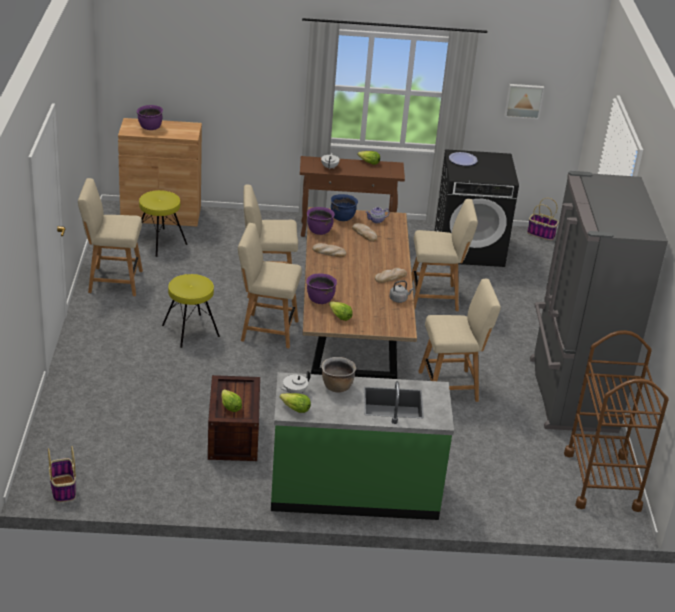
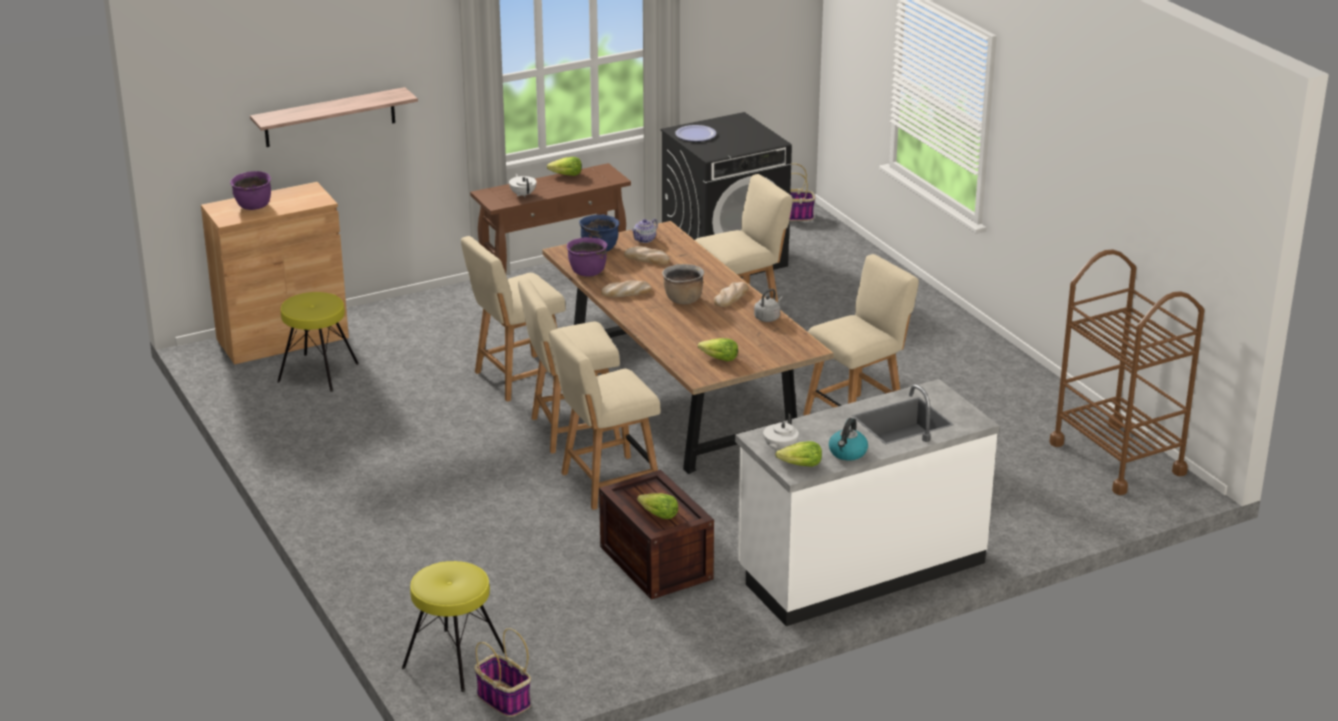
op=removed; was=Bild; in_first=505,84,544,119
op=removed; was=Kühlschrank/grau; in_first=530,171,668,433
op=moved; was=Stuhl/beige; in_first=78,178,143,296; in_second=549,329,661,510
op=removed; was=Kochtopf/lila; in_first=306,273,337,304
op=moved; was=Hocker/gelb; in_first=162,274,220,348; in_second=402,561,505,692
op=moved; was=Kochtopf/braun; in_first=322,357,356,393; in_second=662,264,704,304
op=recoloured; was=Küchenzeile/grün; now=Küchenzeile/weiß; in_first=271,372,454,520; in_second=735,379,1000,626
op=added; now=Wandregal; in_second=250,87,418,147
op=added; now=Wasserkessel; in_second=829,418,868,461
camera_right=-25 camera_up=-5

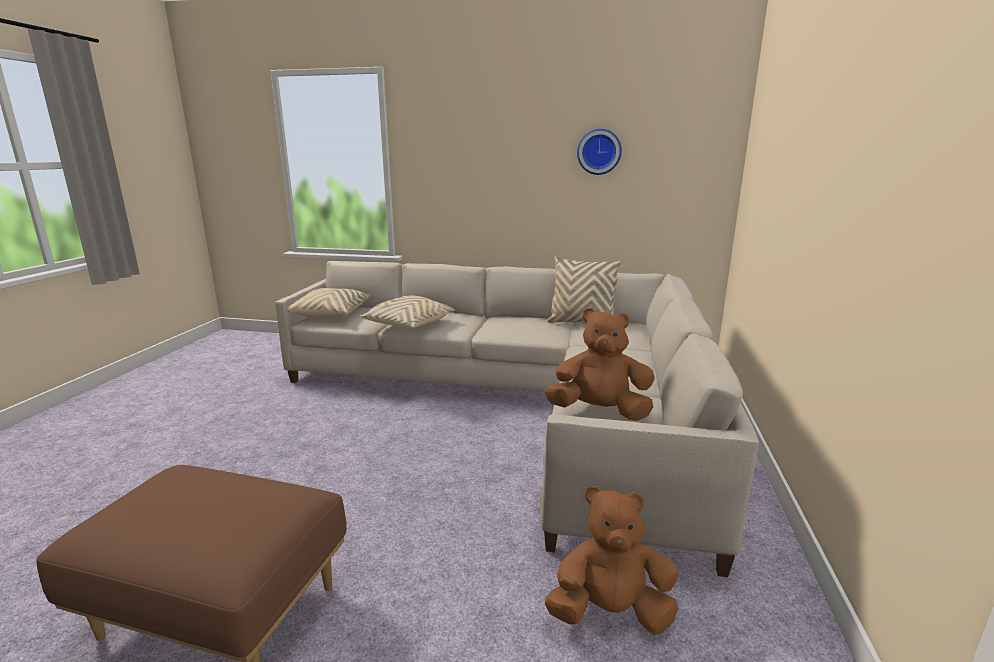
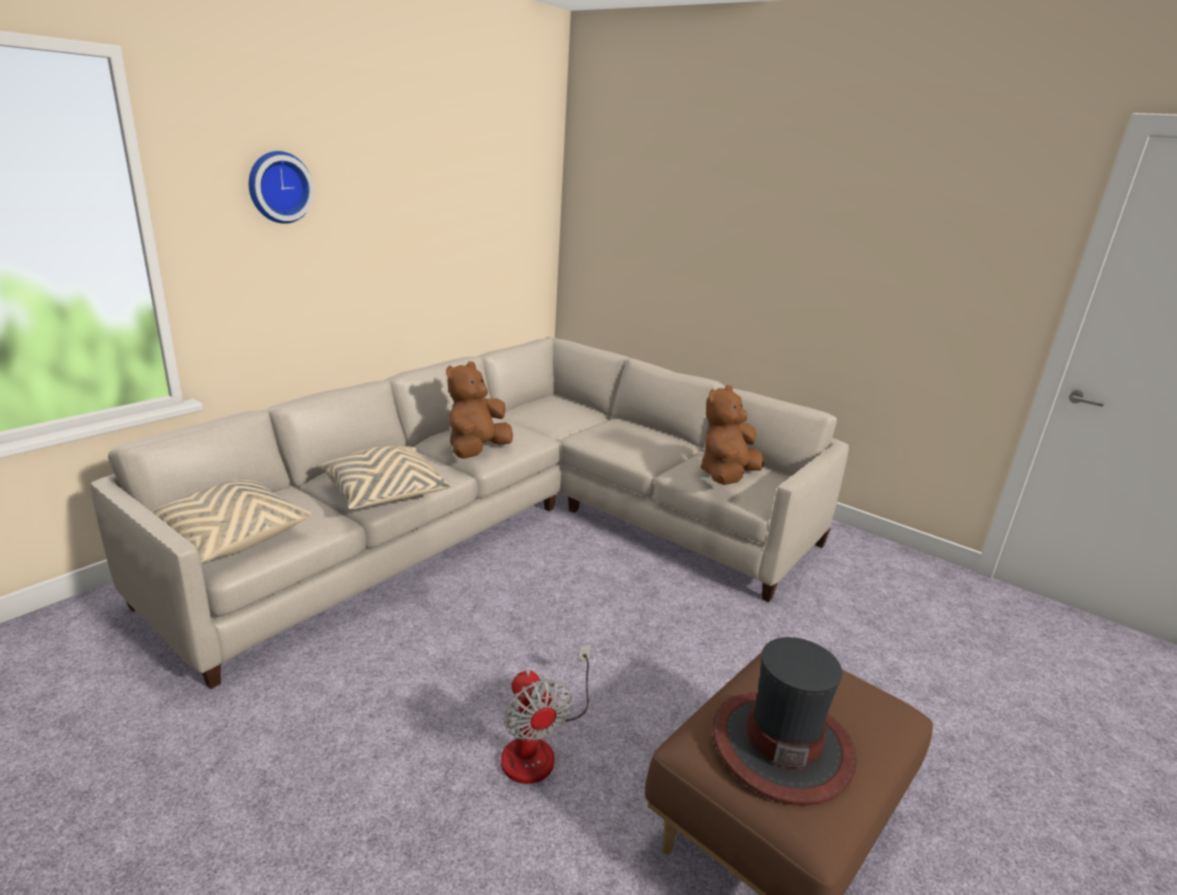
op=moved; was=Wanduhr; in_first=577,129,622,175; in_second=249,151,314,224
op=removed; was=Kissen/beige; in_first=547,256,621,323
op=moved; was=Plüschtier/braun; in_first=545,486,678,635; in_second=446,361,513,459
op=added; now=Hut; in_second=712,637,857,806
op=added; now=Ventilator; in_second=501,644,591,784
camera_right=-65 camera_up=5

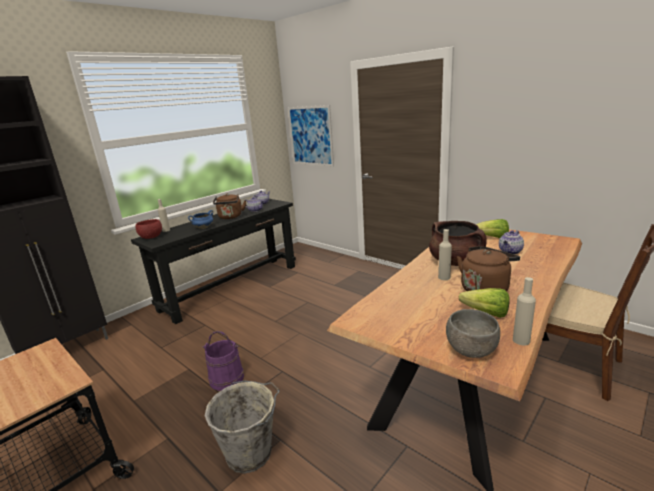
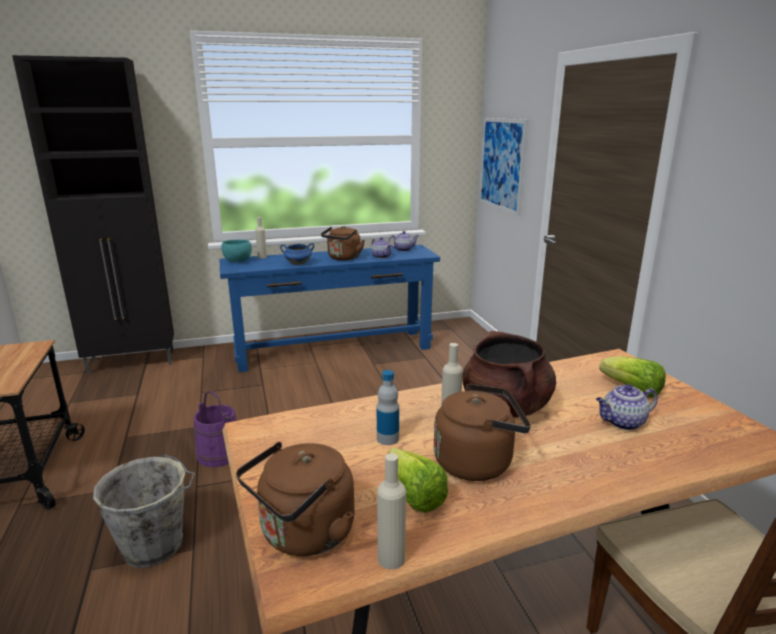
op=recoloured; was=Konsolentisch/schwarz; now=Konsolentisch/blau; in_first=131,199,296,324; in_second=220,245,440,372
op=recoloured; was=Schüssel/rot; now=Schüssel/türkis; in_first=136,219,162,239; in_second=221,240,252,262
op=replaced; was=Schüssel/grau; now=Wasserkessel/braun; in_first=446,309,500,358; in_second=236,442,355,556
op=added; now=Flasche; in_second=377,370,399,445
camera_right=30 camera_up=0

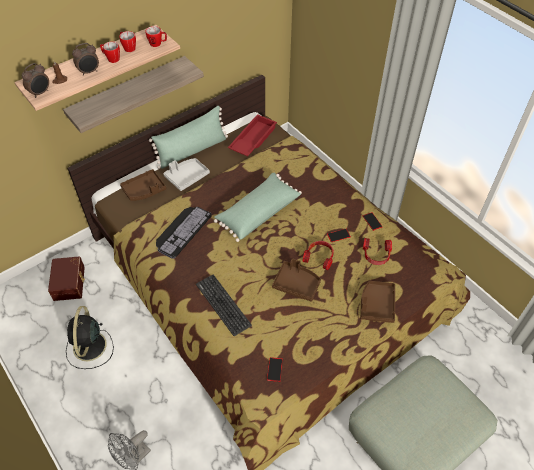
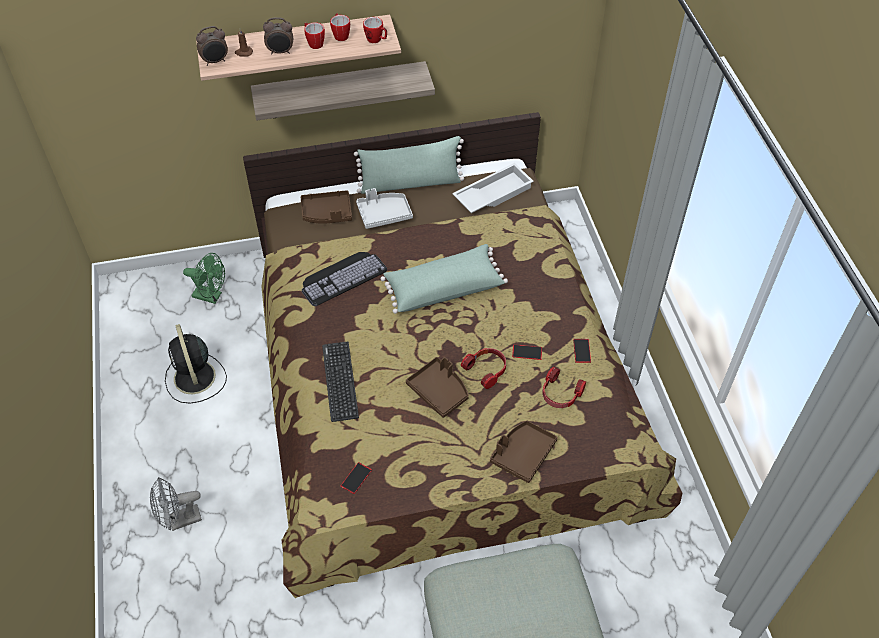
op=recoloured; was=Tablett/rot; now=Tablett/weiß; in_first=228,114,277,156; in_second=453,163,534,213
op=replaced; was=Aufbewahrungsbox/braun; now=Ventilator/grün; in_first=48,256,85,301; in_second=183,253,225,304
op=turned; was=Ventilator/schwarz; in_first=66,306,114,369; in_second=165,324,227,404; clockwise=-45
camera_right=25 camera_up=0

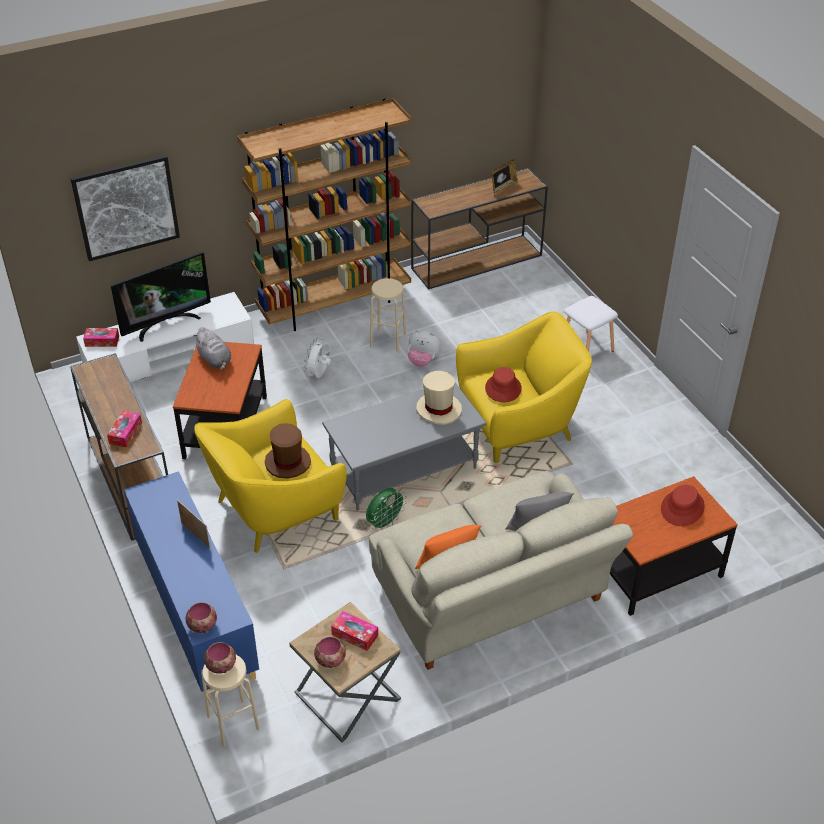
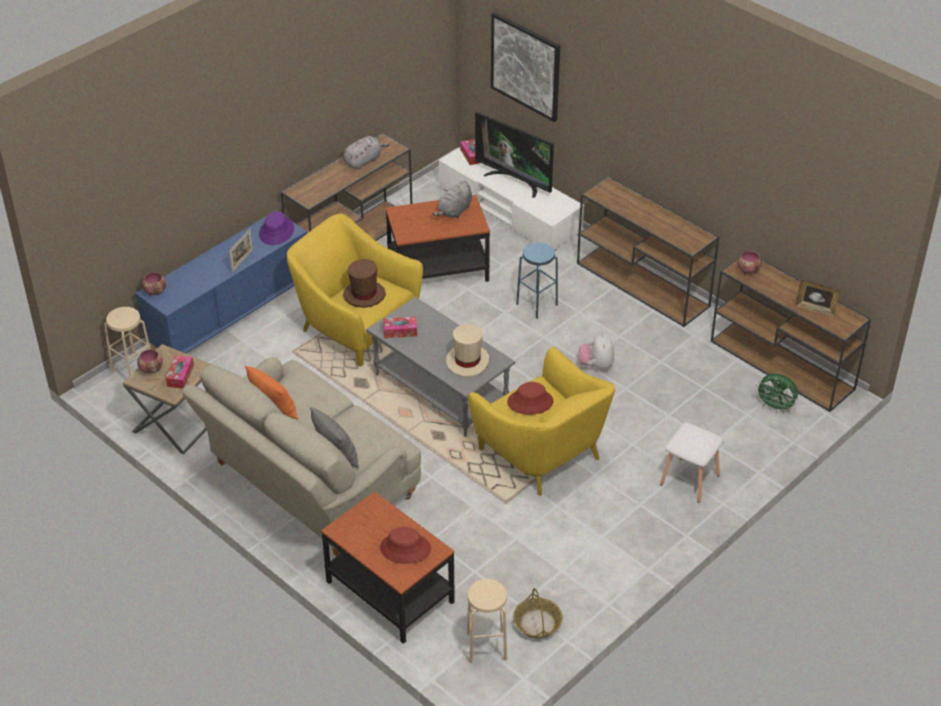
op=replaced; was=Bücherregal/braun; now=Konsolentisch/braun; in_first=237,98,411,331; in_second=577,176,719,327
op=moved; was=Hocker/beige; in_first=370,278,406,352; in_second=467,579,507,663
op=replaced; was=Ventilator/weiß; now=Hocker/blau; in_first=304,339,331,378; in_second=516,242,558,318
op=moved; was=Taschentuchbox; in_first=107,411,142,447; in_second=383,317,417,338
op=moved; was=Ventilator/grün; in_first=366,488,407,530; in_second=755,374,798,413
op=moved; was=Schüssel; in_first=204,642,236,674; in_second=737,251,762,274
op=added; now=Plüschtier/grau; in_second=343,136,390,170
op=added; now=Hut/lila; in_second=259,211,294,245
op=added; now=Korb; in_second=513,588,563,639
camera_right=70 camera_up=0

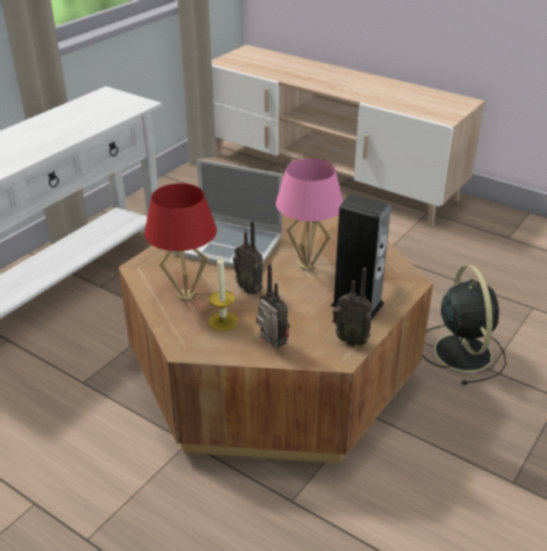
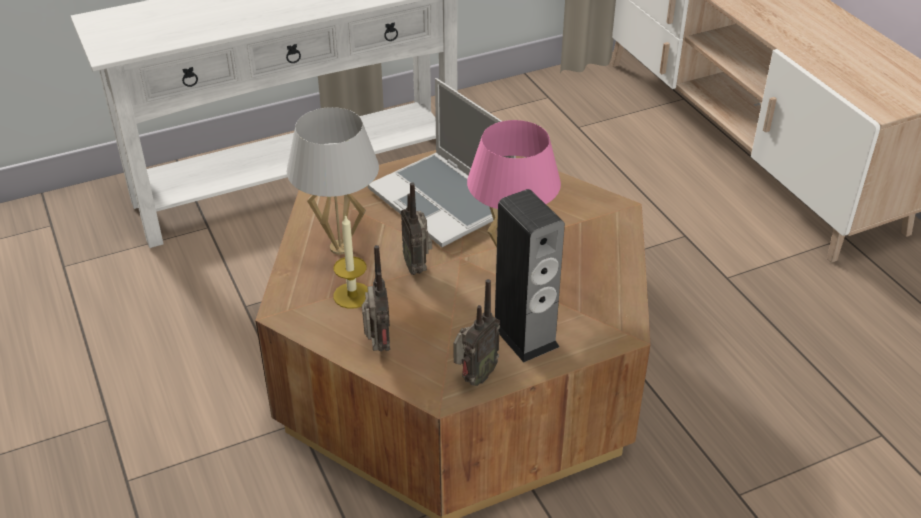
op=recoloured; was=Tischlampe/rot; now=Tischlampe/weiß; in_first=144,183,217,301; in_second=287,107,379,255
op=removed; was=Ventilator/schwarz; in_first=422,265,506,385
op=turned; was=Radio; in_first=332,268,373,347; in_second=454,279,500,386; clockwise=-105
camera_right=30 camera_up=5

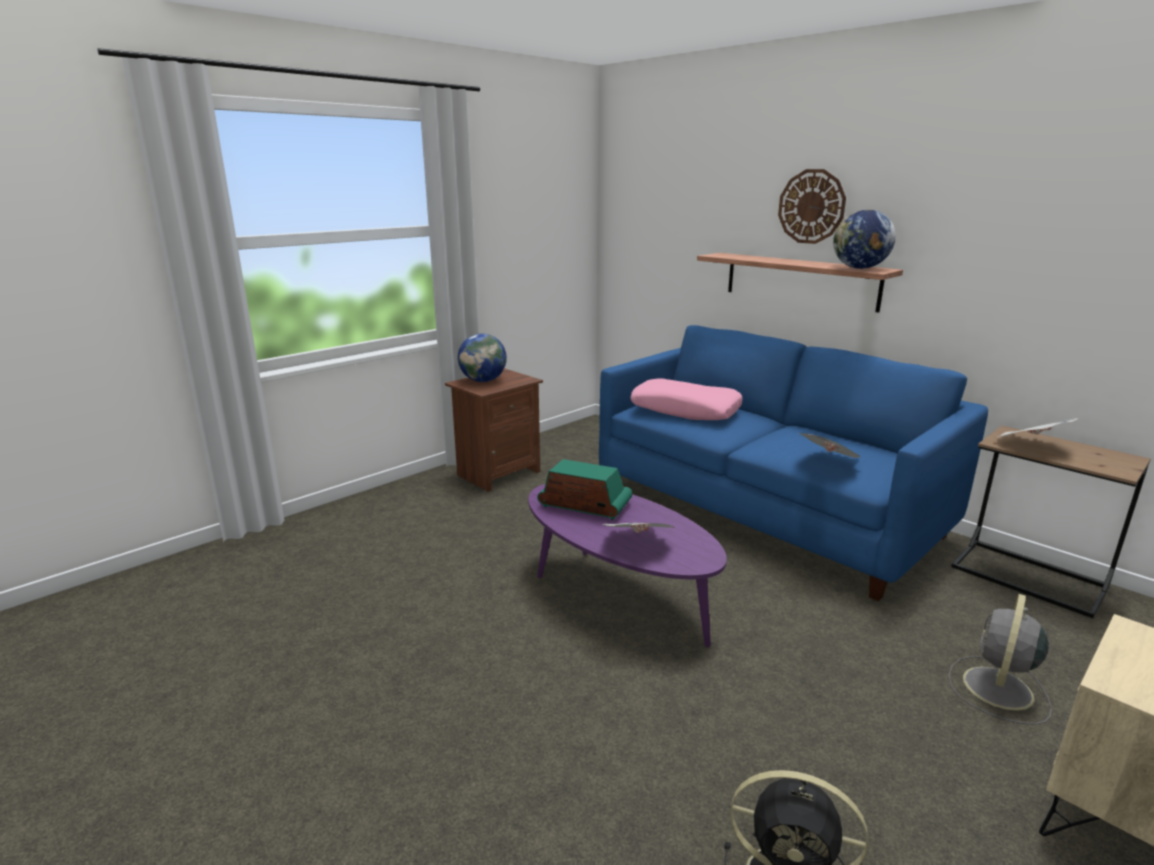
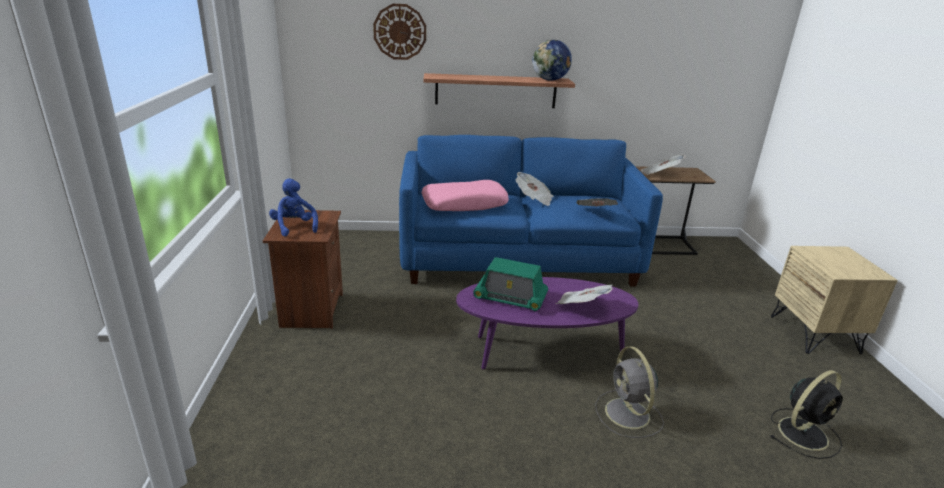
op=moved; was=Wanduhr; in_first=778,169,846,244; in_second=373,4,426,60
op=replaced; was=Globus; now=Plüschtier/blau; in_first=458,333,507,382; in_second=269,179,318,237
op=turned; was=Radio; in_first=537,459,632,520; in_second=473,257,548,311; clockwise=-135
op=moved; was=Ventilator/grau; in_first=948,594,1052,725; in_second=595,347,664,438
op=added; now=Zeitung; in_second=516,172,553,206
camera_right=-50 camera_up=5

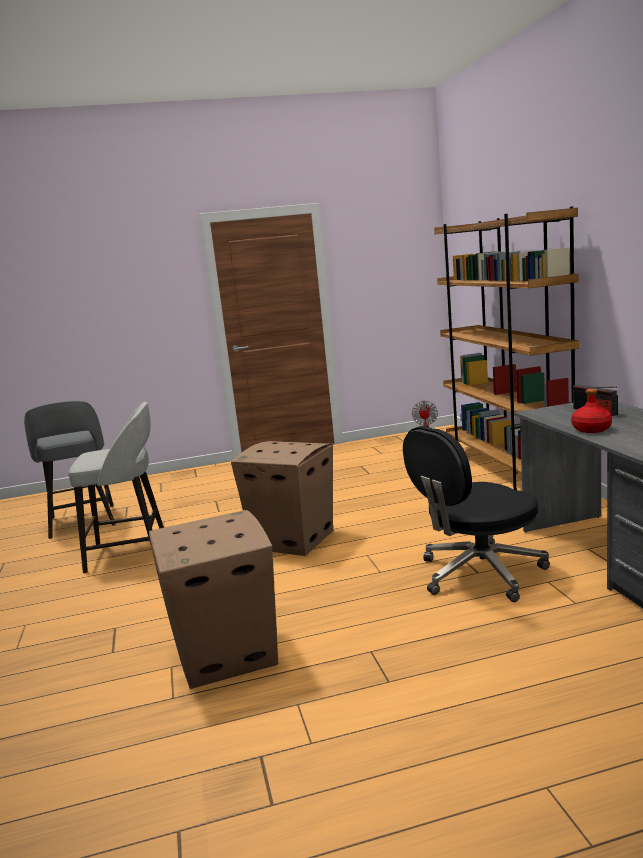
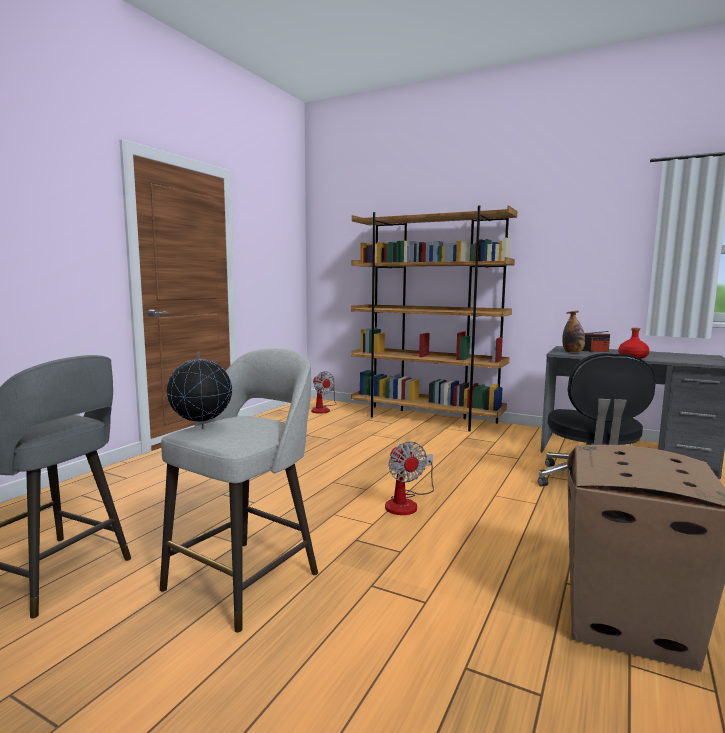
op=replaced; was=Karton; now=Ventilator; in_first=231,441,333,556; in_second=385,441,434,515
op=added; now=Flasche; in_second=562,311,585,353
op=added; now=Globus; in_second=167,352,232,429
camera_right=-50 camera_up=-5

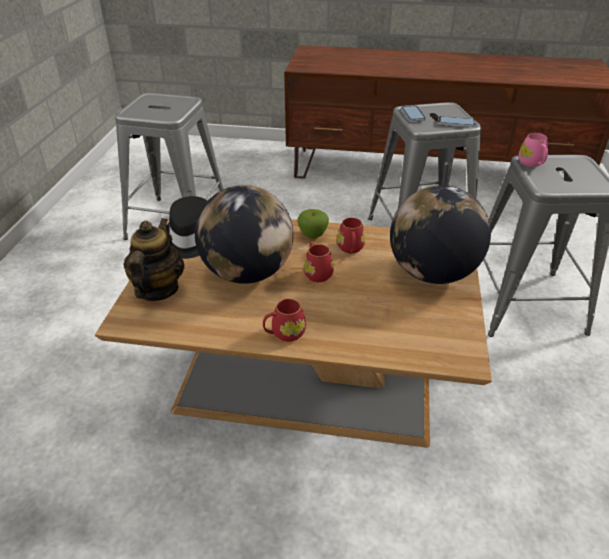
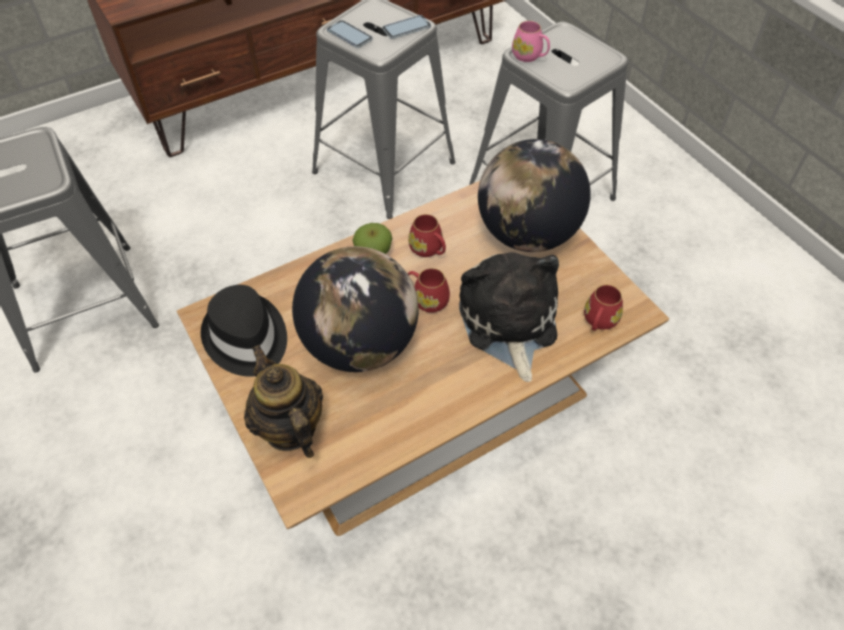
op=moved; was=Henkelbecher/rot; in_first=263,299,306,342; in_second=584,285,623,331
op=added; now=Plüschtier; in_second=459,252,559,382
camera_right=-40 camera_up=15

